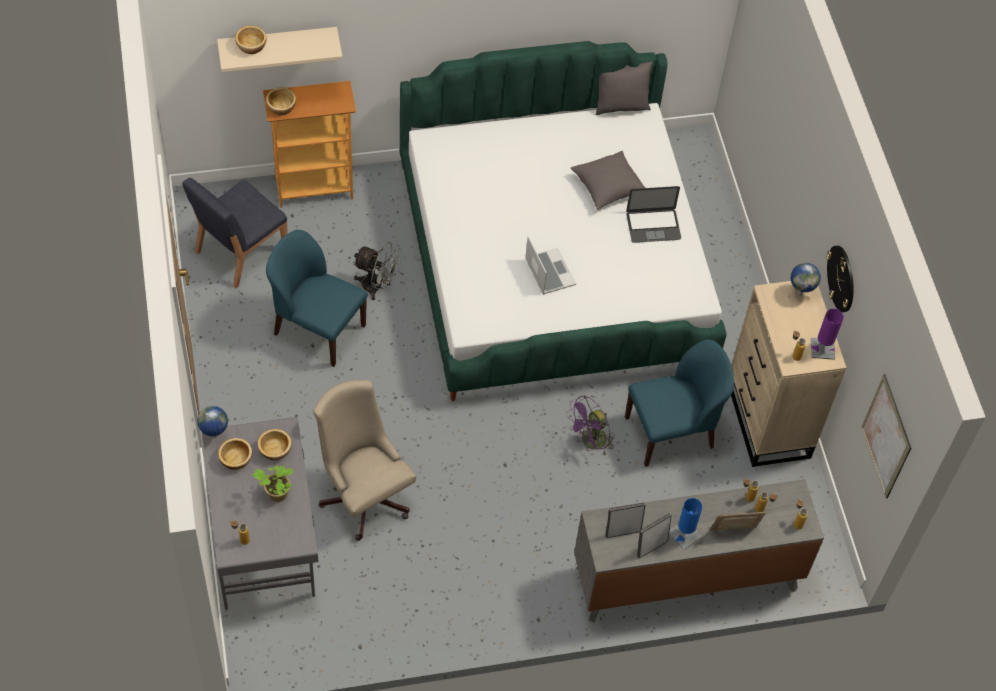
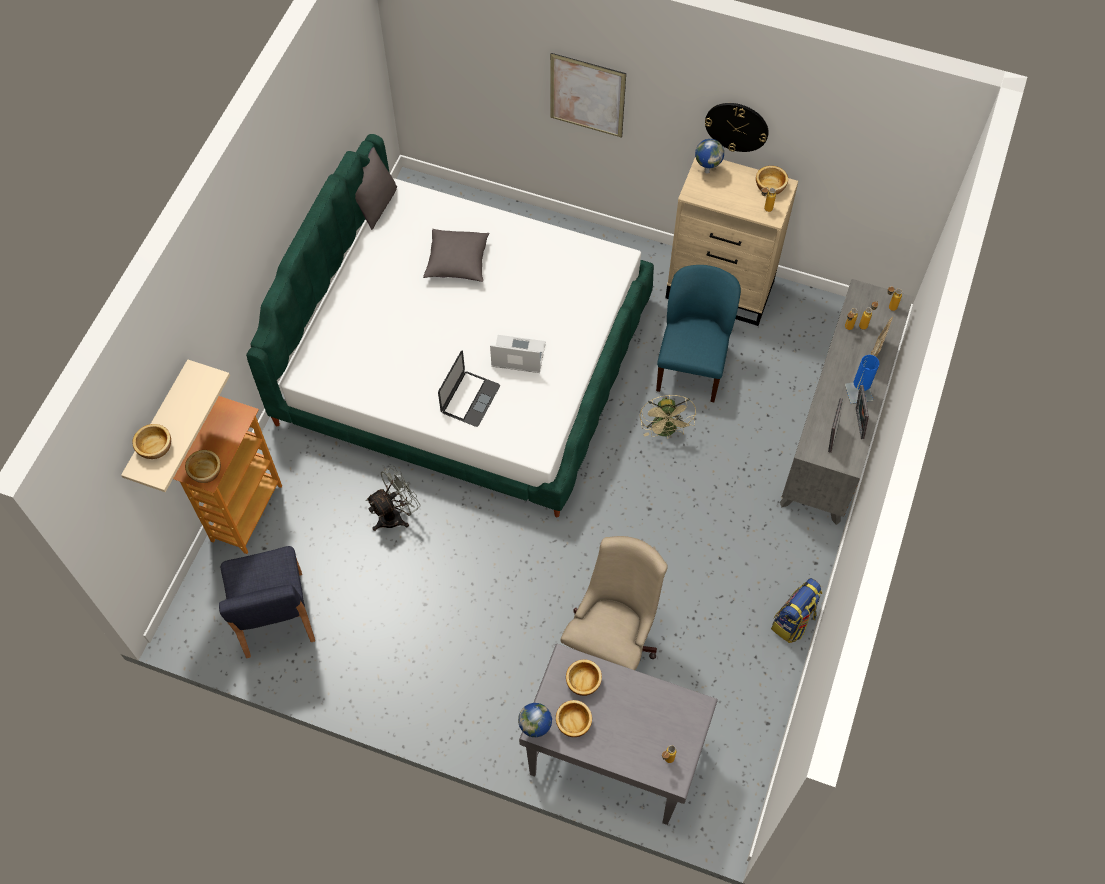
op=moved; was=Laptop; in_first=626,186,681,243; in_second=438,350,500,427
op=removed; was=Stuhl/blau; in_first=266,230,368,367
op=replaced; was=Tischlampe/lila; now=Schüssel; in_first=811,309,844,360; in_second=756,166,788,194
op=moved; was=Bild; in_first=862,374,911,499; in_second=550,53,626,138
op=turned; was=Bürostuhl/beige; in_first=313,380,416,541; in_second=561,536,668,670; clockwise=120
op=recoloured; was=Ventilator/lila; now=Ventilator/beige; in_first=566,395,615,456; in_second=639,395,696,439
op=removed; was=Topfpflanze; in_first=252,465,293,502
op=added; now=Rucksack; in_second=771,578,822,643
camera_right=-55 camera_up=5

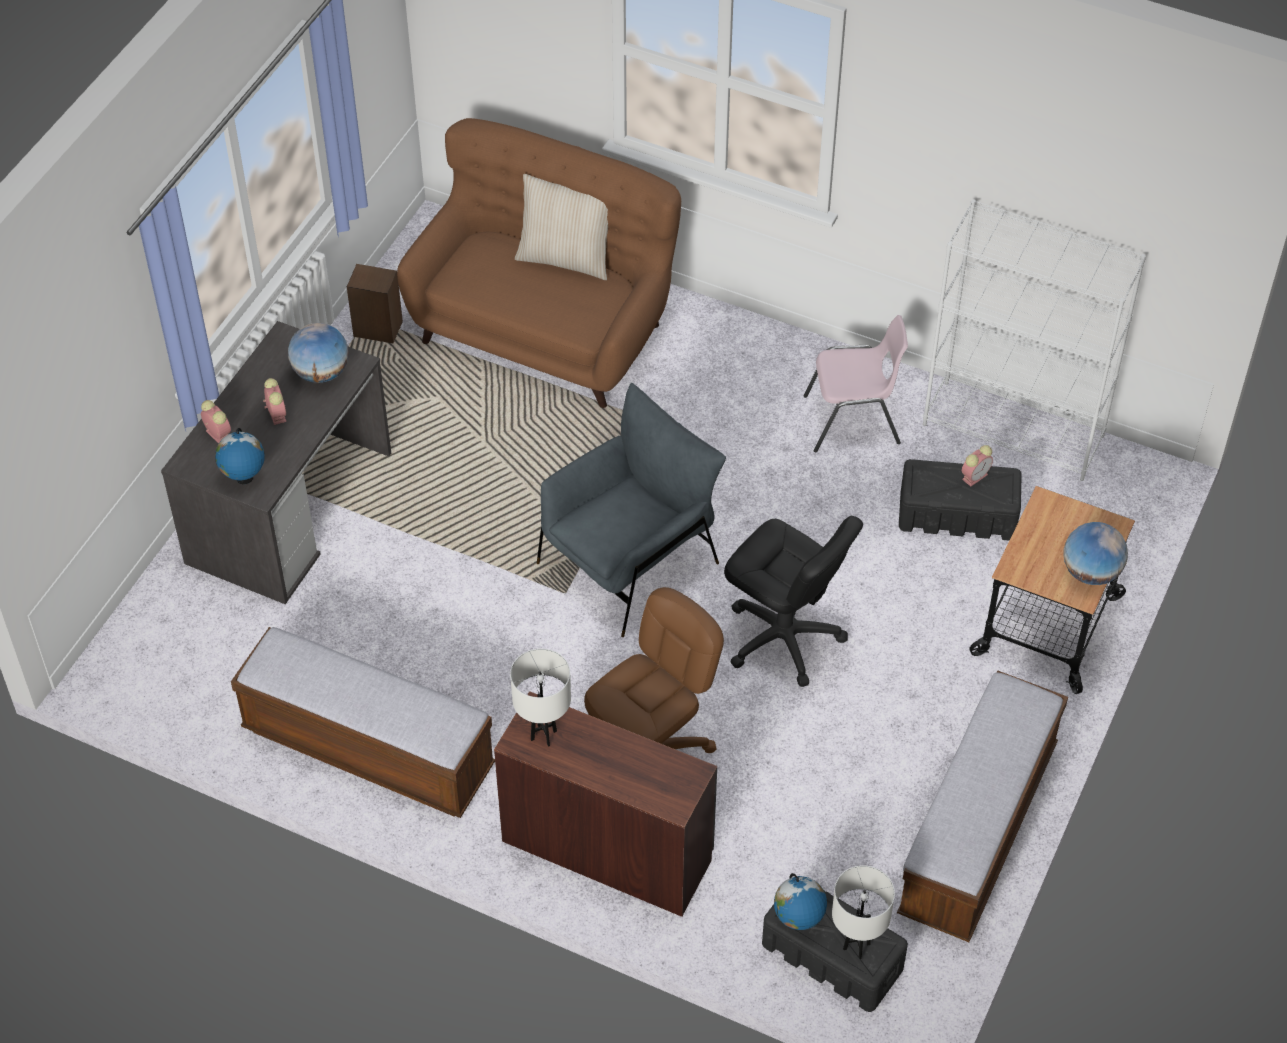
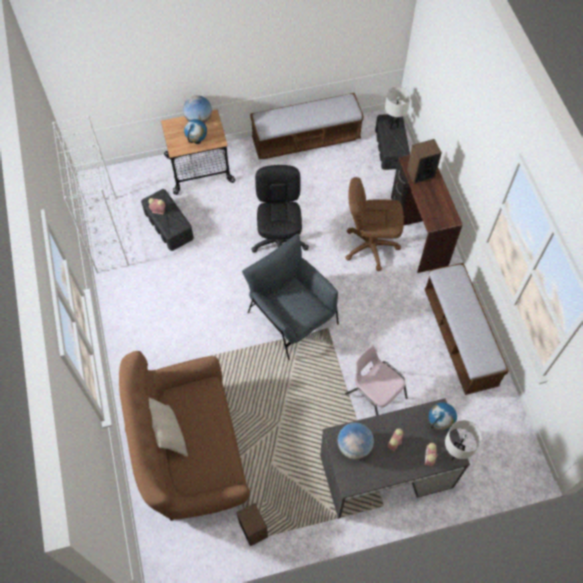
op=moved; was=Stuhl/rosa; in_first=804,315,908,453; in_second=345,345,408,416
op=turned; was=Sessel/grau; in_first=537,383,726,637; in_second=242,234,339,360; clockwise=45
op=moved; was=Tischlampe/weiß; in_first=510,649,571,747; in_second=445,420,482,461
op=moved; was=Globus; in_first=774,873,827,930; in_second=184,119,207,144
op=added; now=Lautsprecher; in_second=407,139,442,184
camera_right=-130 camera_up=10

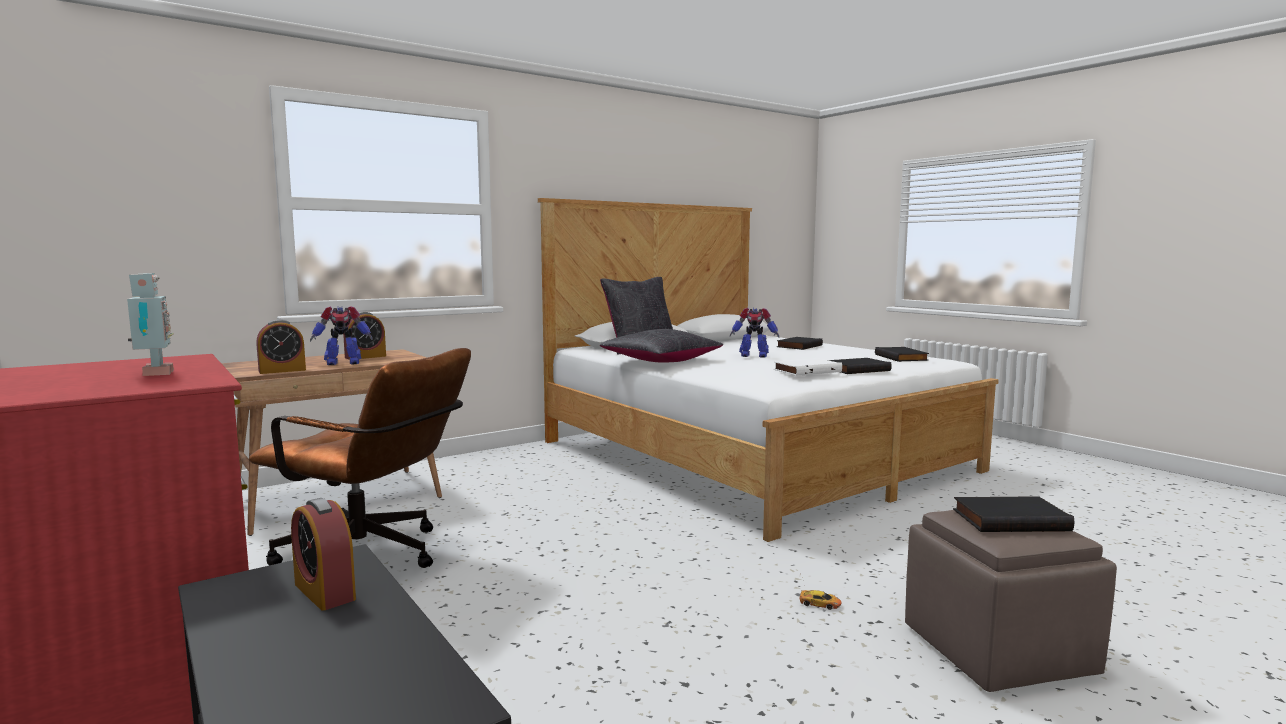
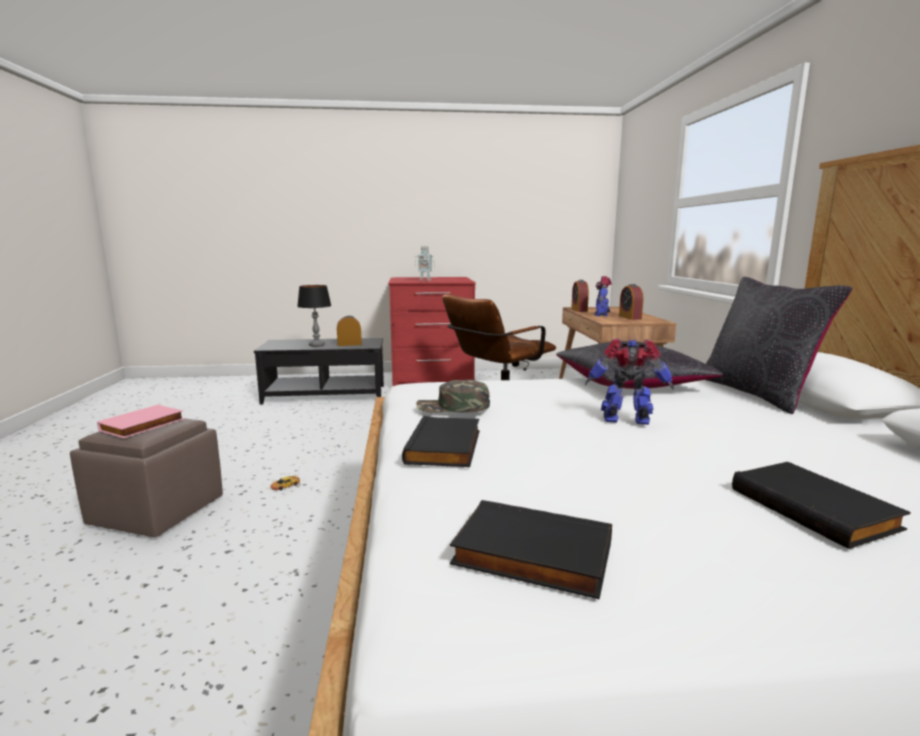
op=turned; was=Spielzeugroboter; in_first=730,308,779,357; in_second=585,338,674,425; clockwise=60
op=replaced; was=Buch/weiß; now=Kappe/grün; in_first=774,358,842,376; in_second=416,379,490,412
op=recoloured; was=Buch/schwarz; now=Buch/rosa; in_first=953,496,1074,532; in_second=97,405,184,438
op=added; now=Tischlampe; in_second=297,285,331,347
camera_right=120 camera_up=5

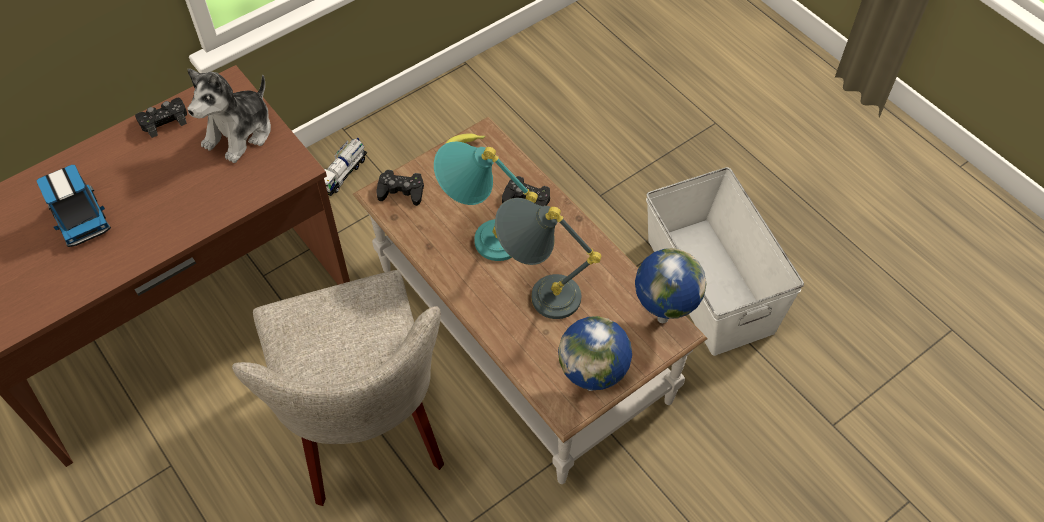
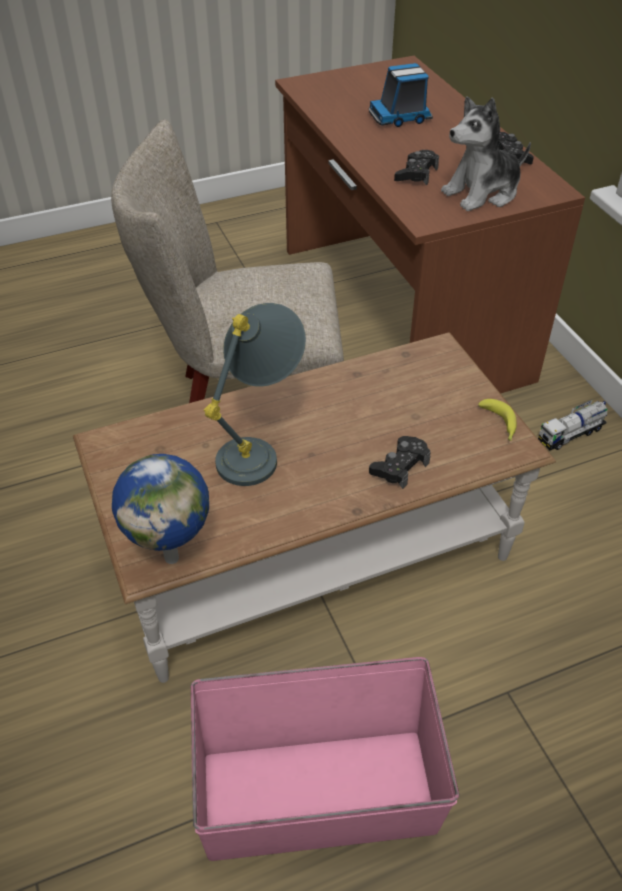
op=turned; was=Plüschtier; in_first=187,69,271,163; in_second=441,97,531,211; clockwise=-75
op=turned; was=Spielzeuglaster; in_first=324,138,367,196; in_second=538,399,608,450; clockwise=-75
op=removed; was=Tischlampe/türkis; in_first=434,141,538,261
op=recoloured; was=Aufbewahrungsbox/weiß; now=Aufbewahrungsbox/rosa; in_first=646,167,804,356; in_second=191,657,459,861
op=moved; was=Gamepad/schwarz; in_first=376,170,424,206; in_second=394,150,439,186
op=removed; was=Globus; in_first=558,316,632,391
camera_right=105 camera_up=-10

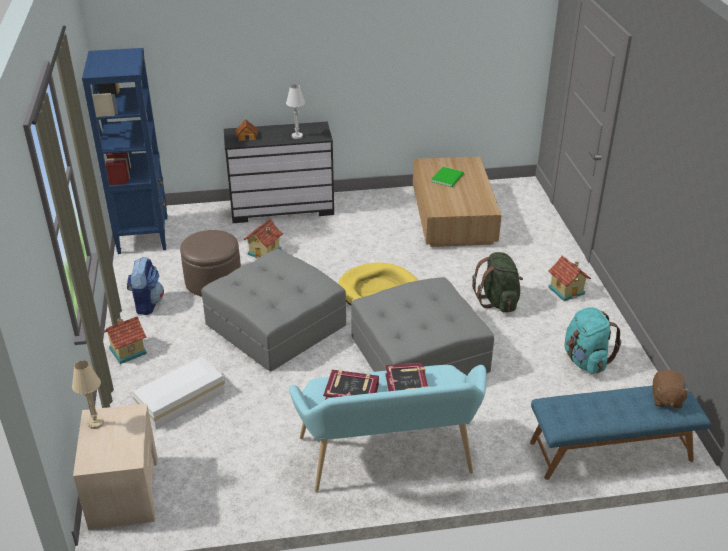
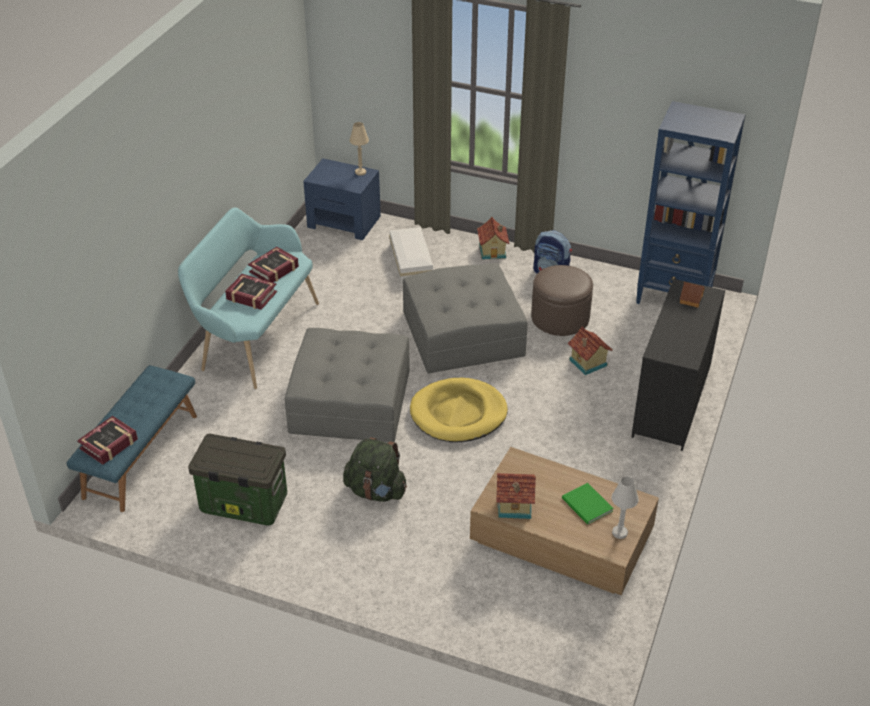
op=moved; was=Tischlampe/weiß; in_first=286,84,305,139; in_second=611,476,639,539
op=moved; was=Spielzeughaus; in_first=548,255,591,301; in_second=496,473,536,519
op=replaced; was=Rucksack/türkis; now=Aufbewahrungsbox; in_first=564,307,621,374; in_second=188,434,287,526
op=replaced; was=Plüschtier/braun; now=Buch; in_first=652,370,691,409; in_second=77,416,138,465
op=recoloured; was=Nachttisch/beige; now=Nachttisch/blau; in_first=73,404,158,530; in_second=303,158,381,240
camera_right=120 camera_up=5

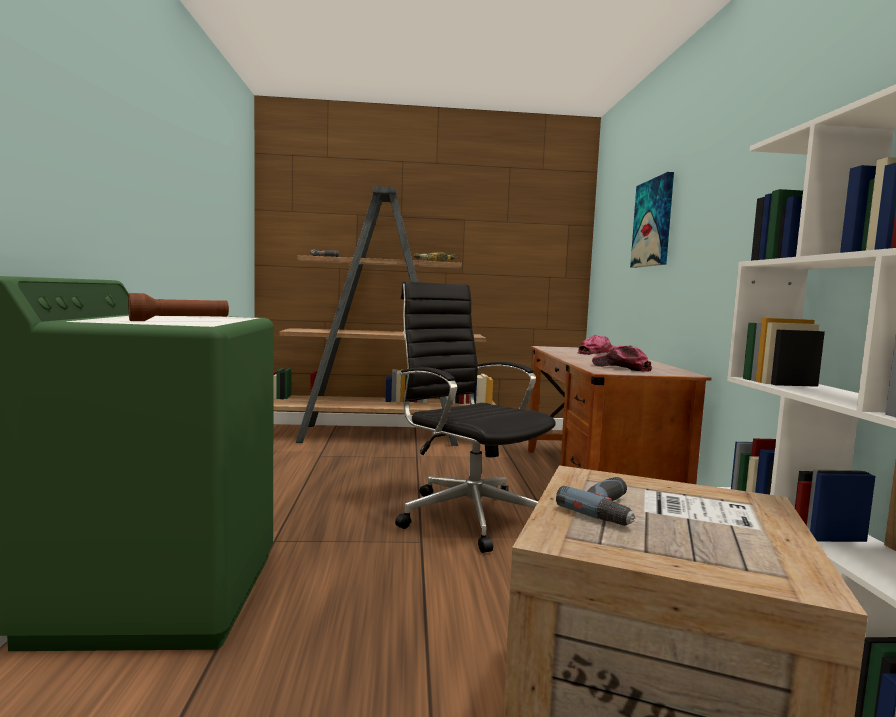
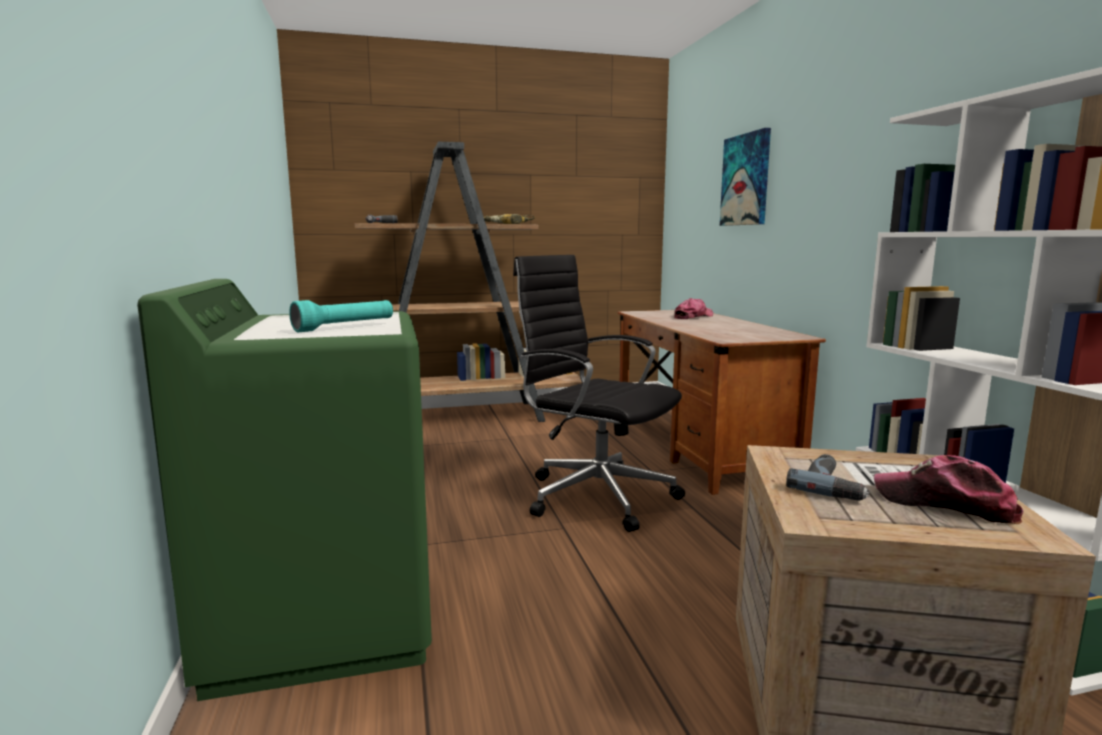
op=recoloured; was=Taschenlampe/braun; now=Taschenlampe/türkis; in_first=128,293,229,321; in_second=289,300,393,332
op=moved; was=Kappe; in_first=592,345,652,372; in_second=874,455,1023,524
camera_right=-10 camera_up=5

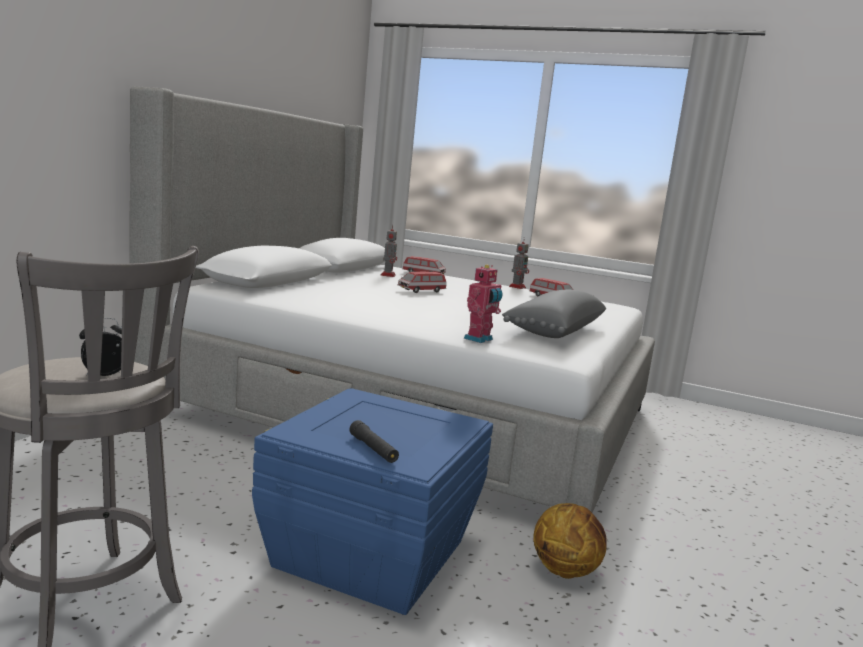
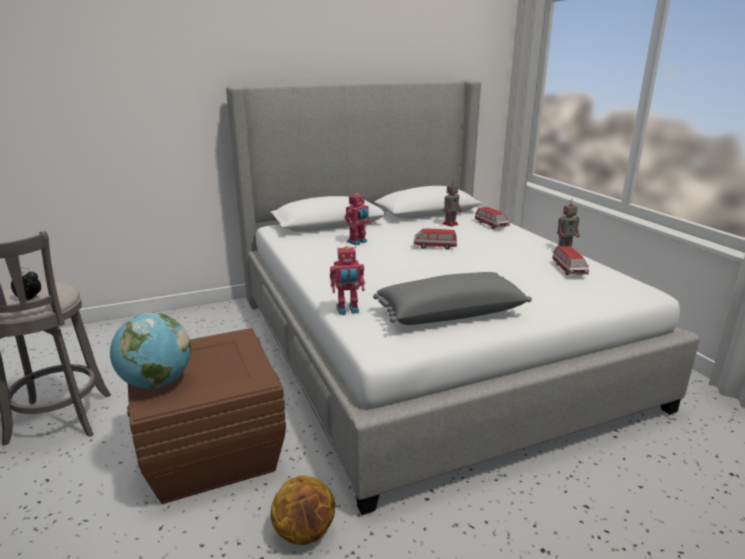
op=recoloured; was=Aufbewahrungsbox/blau; now=Aufbewahrungsbox/braun; in_first=252,388,493,615; in_second=127,328,286,504
op=replaced; was=Taschenlampe/schwarz; now=Globus; in_first=349,420,399,463; in_second=110,313,191,389
op=added; now=Spielzeugroboter; in_second=345,193,371,245
camera_right=45 camera_up=10

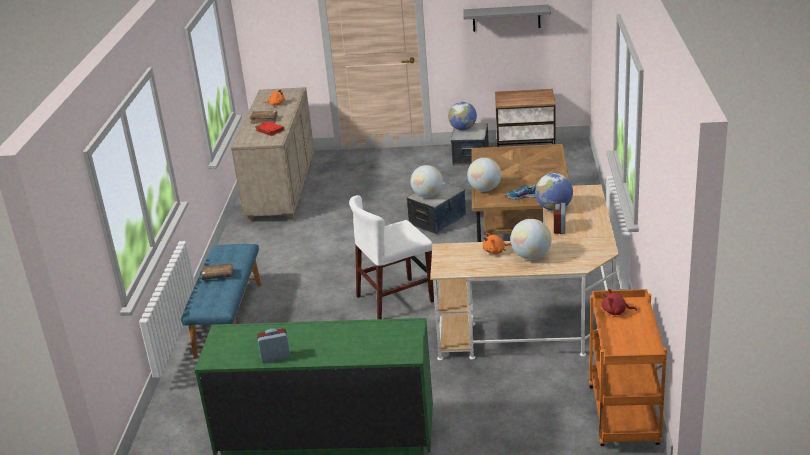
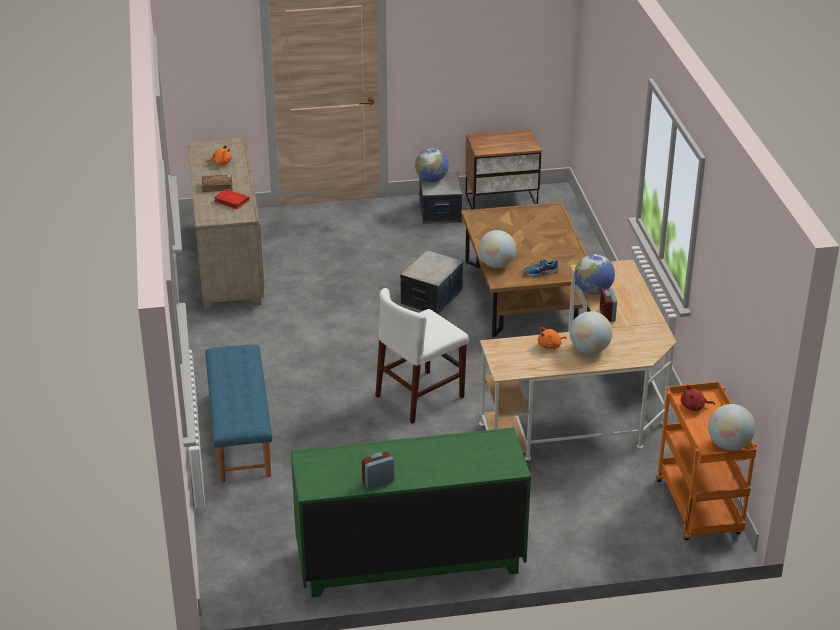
op=removed; was=Wandregal/grau; in_first=463,4,551,32
op=moved; was=Globus; in_first=411,165,443,198; in_second=708,404,755,451
op=removed; was=Buch/braun; in_first=201,263,234,280
camera_right=-15 camera_up=5

